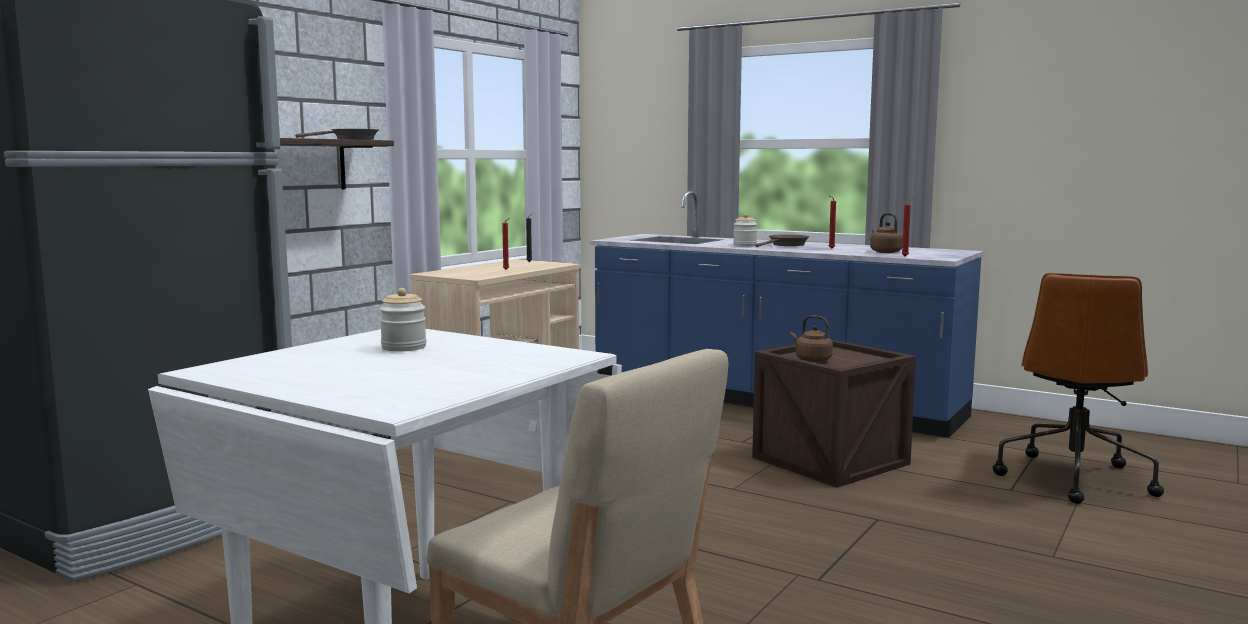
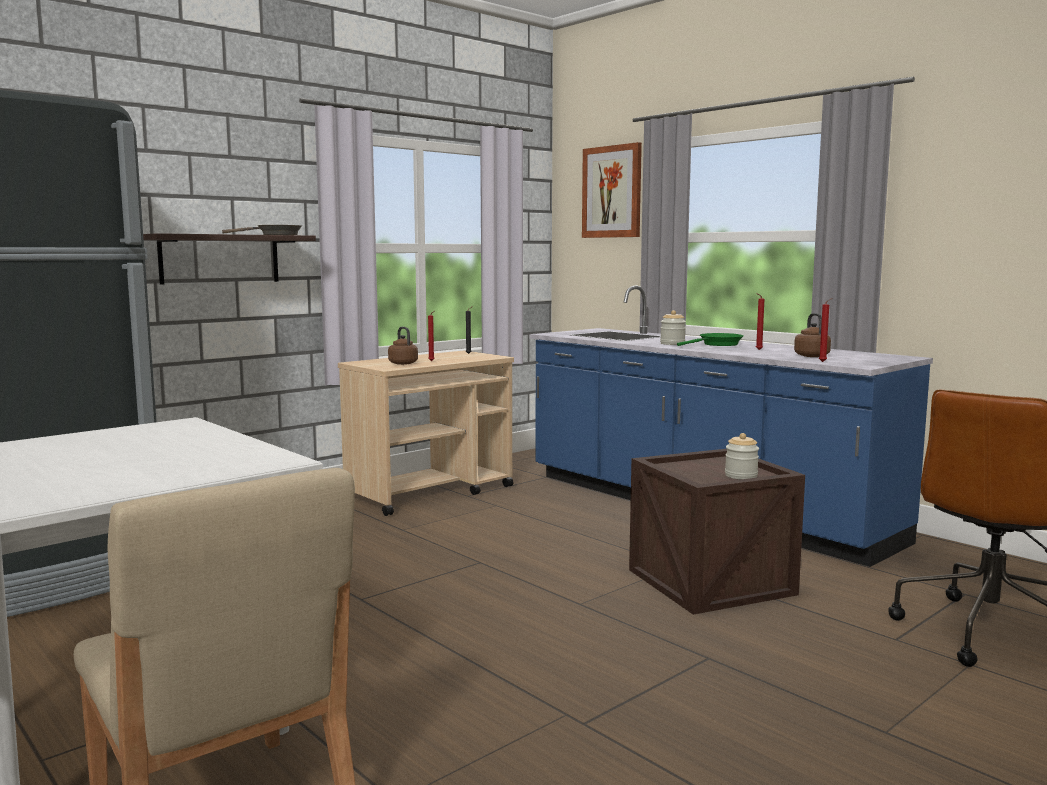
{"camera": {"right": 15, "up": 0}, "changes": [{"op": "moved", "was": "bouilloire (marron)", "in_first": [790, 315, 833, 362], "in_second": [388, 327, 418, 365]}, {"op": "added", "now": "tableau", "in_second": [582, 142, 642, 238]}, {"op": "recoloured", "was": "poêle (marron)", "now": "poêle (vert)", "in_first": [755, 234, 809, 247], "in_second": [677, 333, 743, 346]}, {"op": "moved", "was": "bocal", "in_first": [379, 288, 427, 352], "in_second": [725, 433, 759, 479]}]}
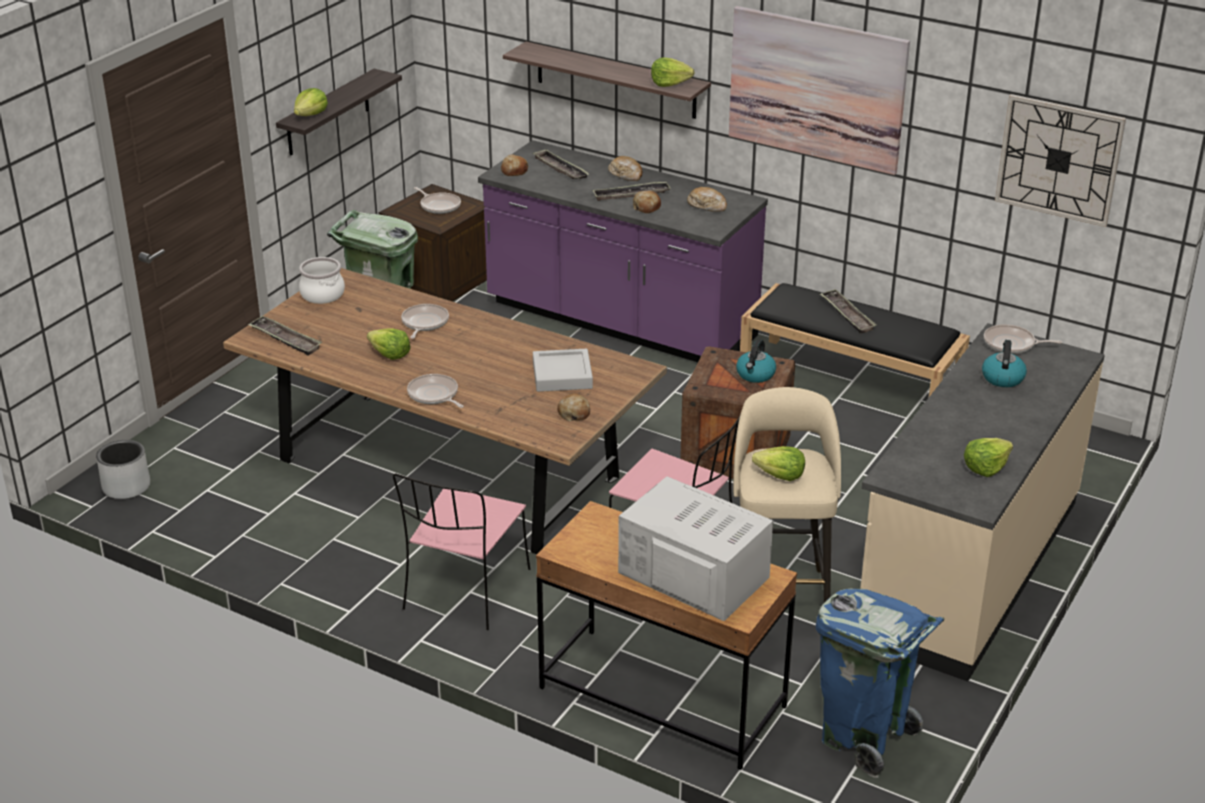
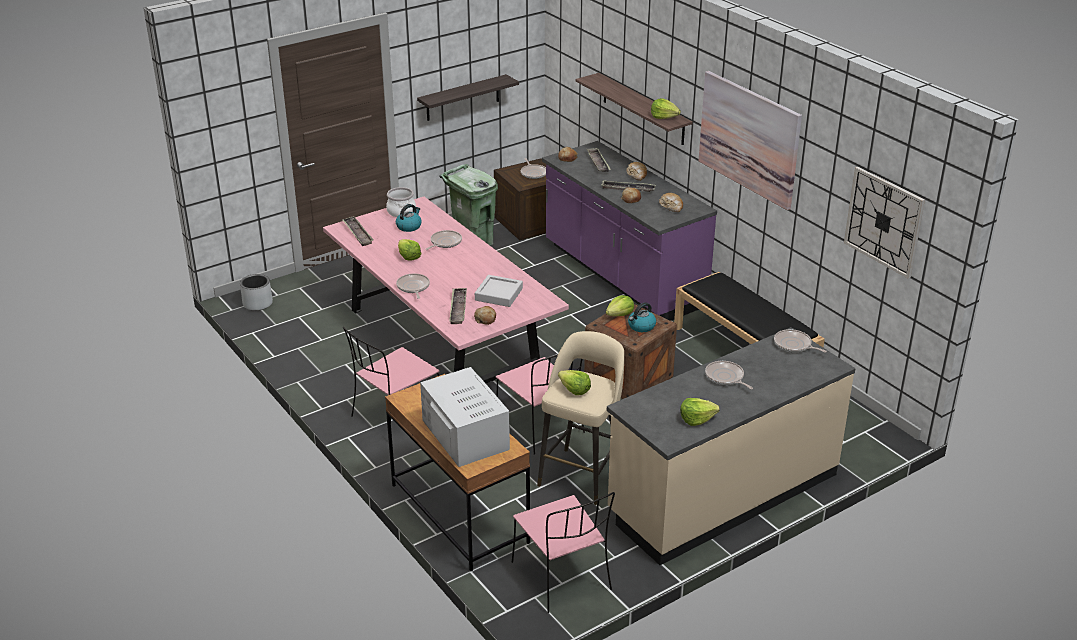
{"camera": {"right": 25, "up": 0}, "changes": [{"op": "recoloured", "was": "table à manger (marron)", "now": "table à manger (rose)", "in_first": [223, 268, 667, 555], "in_second": [323, 197, 569, 383]}, {"op": "moved", "was": "bouilloire", "in_first": [982, 340, 1027, 387], "in_second": [396, 204, 422, 232]}, {"op": "moved", "was": "plateau", "in_first": [820, 289, 876, 334], "in_second": [449, 288, 467, 324]}, {"op": "replaced", "was": "poubelle (bleu)", "now": "chaise (rose)", "in_first": [816, 588, 944, 778], "in_second": [512, 492, 615, 613]}, {"op": "moved", "was": "laitue", "in_first": [294, 88, 328, 116], "in_second": [606, 295, 634, 316]}, {"op": "added", "now": "poêle", "in_second": [705, 361, 753, 389]}]}
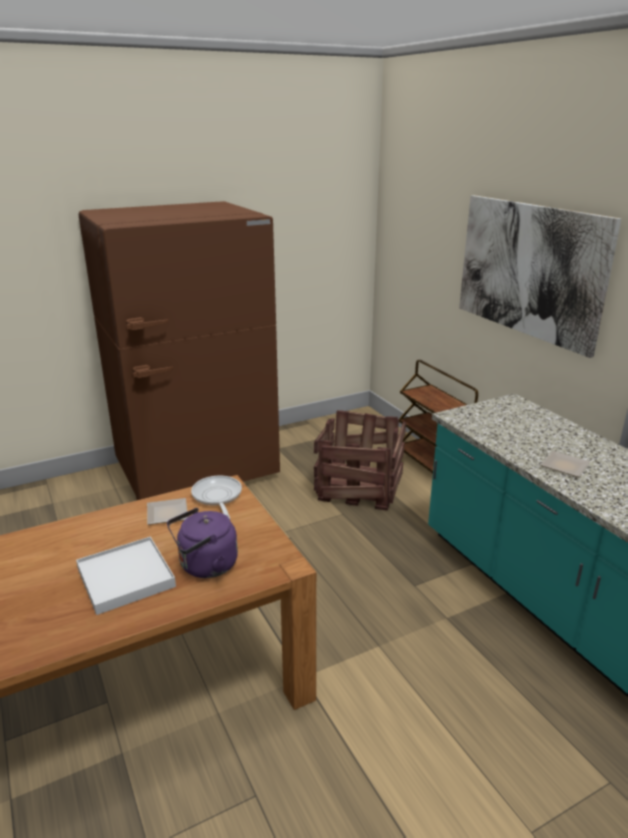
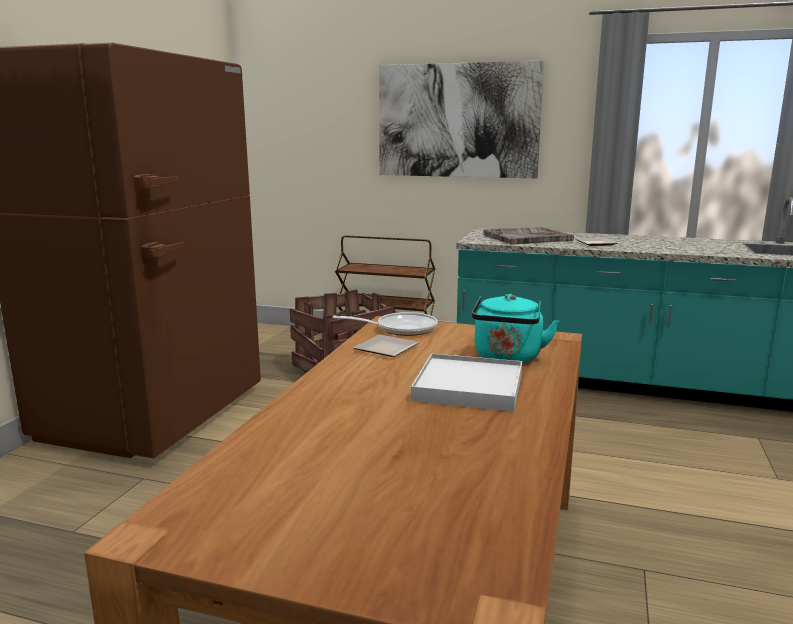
{"camera": {"right": -45, "up": -10}, "changes": [{"op": "turned", "was": "poêle", "in_first": [191, 476, 242, 519], "in_second": [333, 312, 438, 336], "clockwise": 150}, {"op": "recoloured", "was": "bouilloire (violet)", "now": "bouilloire (turquoise)", "in_first": [167, 508, 238, 578], "in_second": [471, 294, 559, 363]}, {"op": "added", "now": "plateau (gris)", "in_second": [483, 227, 574, 245]}]}
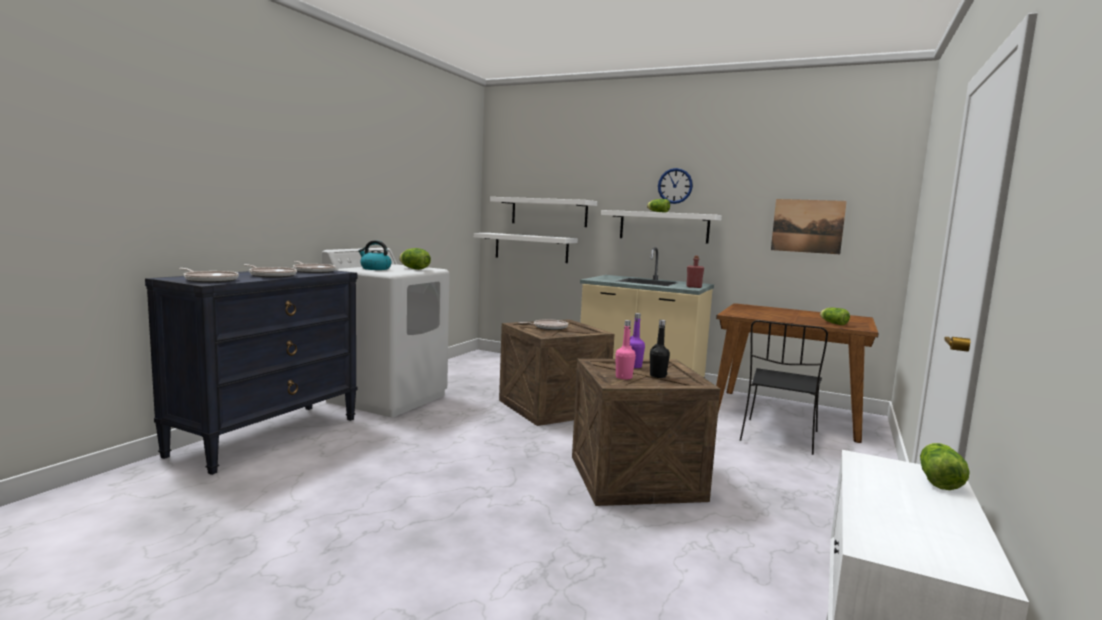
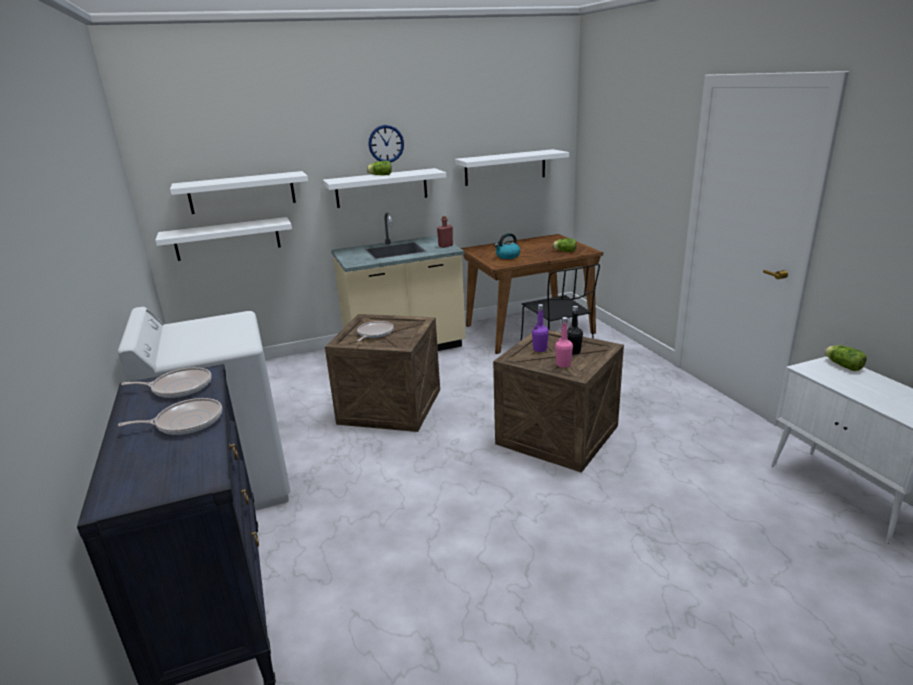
{"camera": {"right": -45, "up": 15}, "changes": [{"op": "replaced", "was": "tableau", "now": "étagère (blanc)", "in_first": [771, 199, 847, 254], "in_second": [455, 149, 569, 186]}, {"op": "moved", "was": "bouilloire", "in_first": [358, 241, 392, 270], "in_second": [494, 233, 520, 259]}, {"op": "removed", "was": "poêle", "in_first": [179, 268, 239, 283]}, {"op": "removed", "was": "laitue", "in_first": [399, 248, 431, 270]}]}
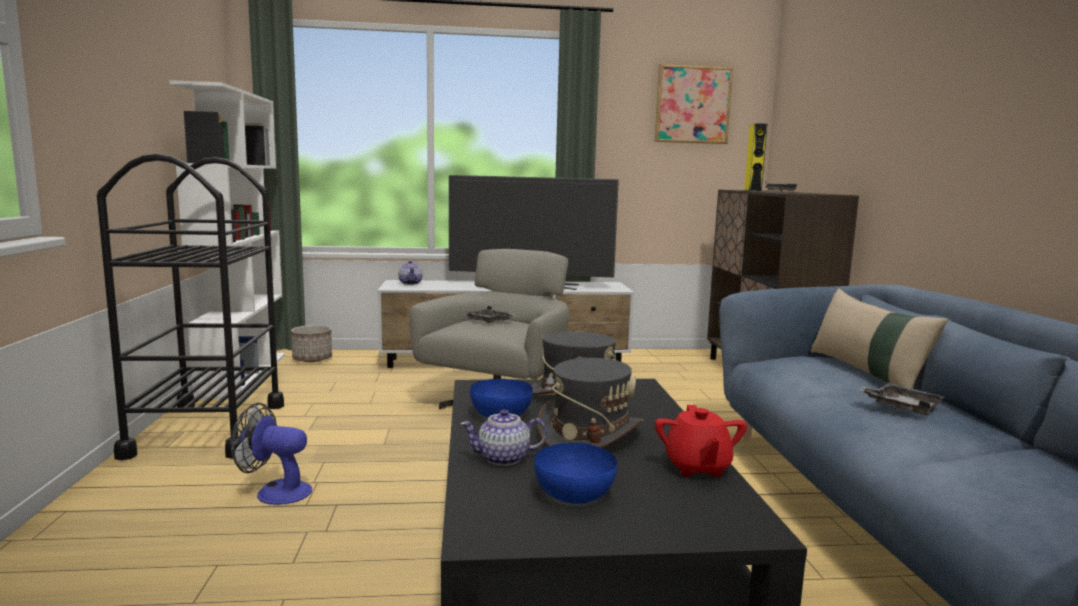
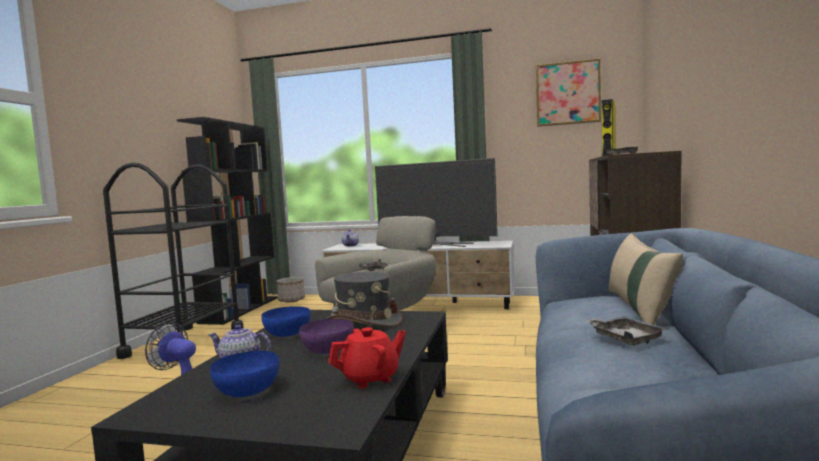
{"camera": {"right": 20, "up": -5}, "changes": [{"op": "recoloured", "was": "bibliothèque (blanc)", "now": "bibliothèque (noir)", "in_first": [170, 80, 285, 399], "in_second": [177, 117, 278, 325]}, {"op": "replaced", "was": "chapeau (gris)", "now": "bol (violet)", "in_first": [537, 358, 644, 448], "in_second": [299, 319, 354, 354]}, {"op": "turned", "was": "théière (rouge)", "in_first": [655, 405, 747, 477], "in_second": [328, 327, 406, 389], "clockwise": -135}]}
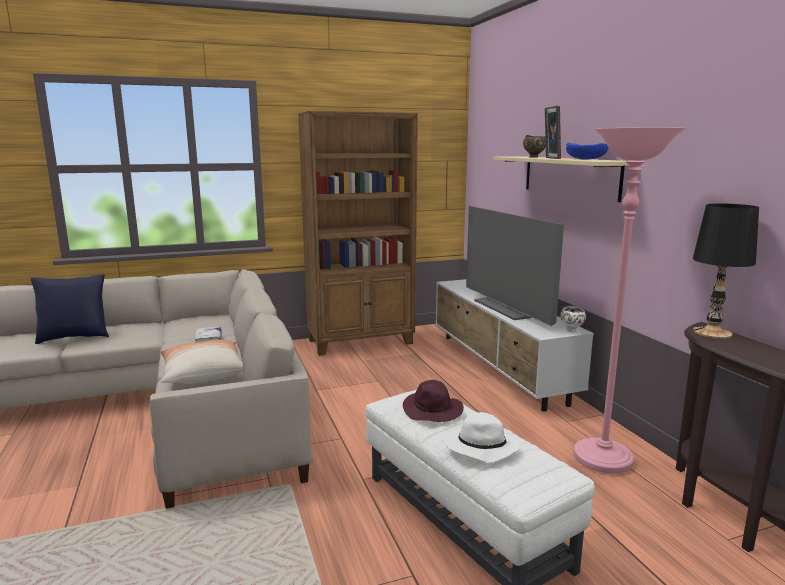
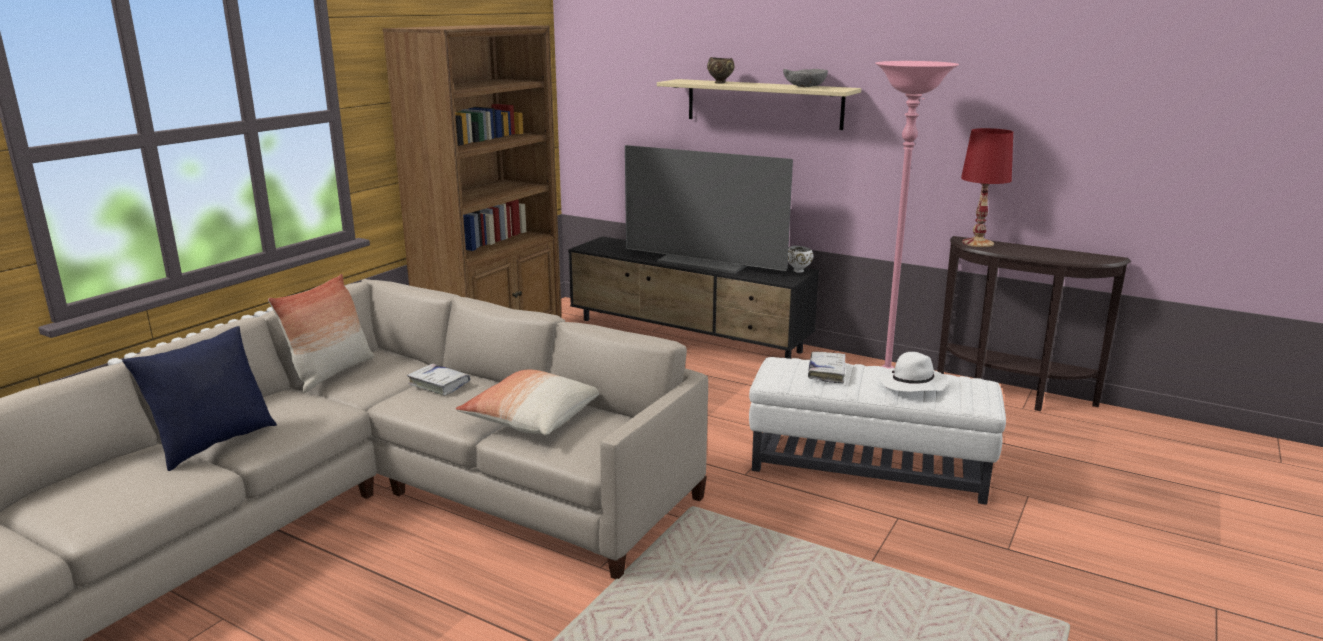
{"camera": {"right": -40, "up": 5}, "changes": [{"op": "added", "now": "coussin", "in_second": [268, 274, 374, 393]}, {"op": "recoloured", "was": "meuble télé (blanc)", "now": "meuble télé (noir)", "in_first": [435, 279, 594, 411], "in_second": [568, 236, 819, 359]}, {"op": "recoloured", "was": "bol (bleu)", "now": "bol (gris)", "in_first": [566, 143, 609, 160], "in_second": [783, 69, 828, 87]}, {"op": "replaced", "was": "chapeau (violet)", "now": "livre (blanc)", "in_first": [403, 380, 464, 422], "in_second": [808, 352, 845, 384]}, {"op": "recoloured", "was": "lampe de table (noir)", "now": "lampe de table (rouge)", "in_first": [693, 203, 759, 339], "in_second": [961, 128, 1013, 247]}, {"op": "removed", "was": "cadre photo", "in_first": [545, 106, 561, 159]}]}
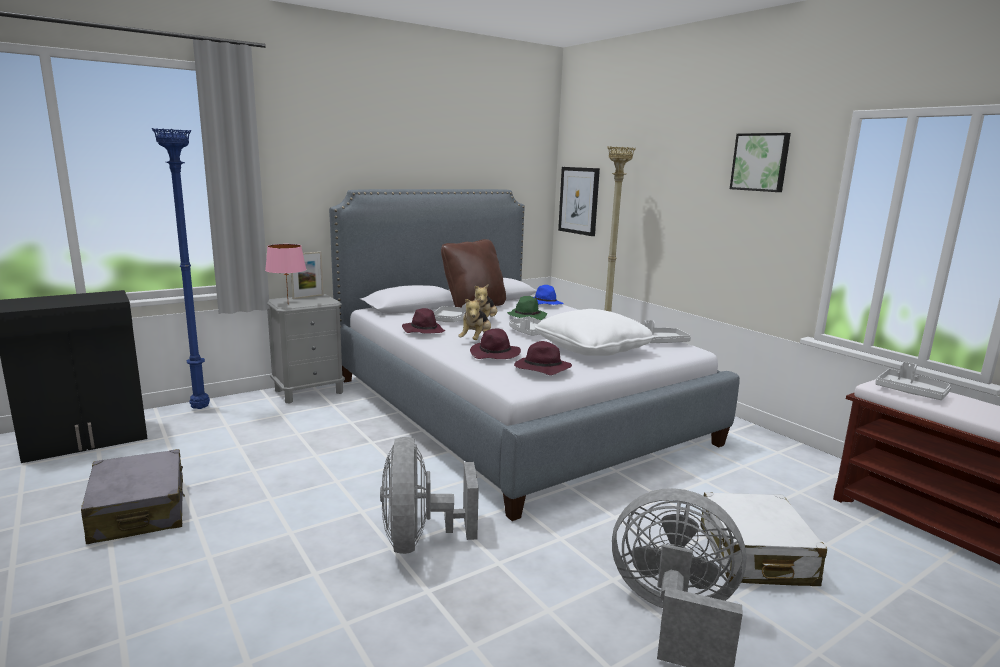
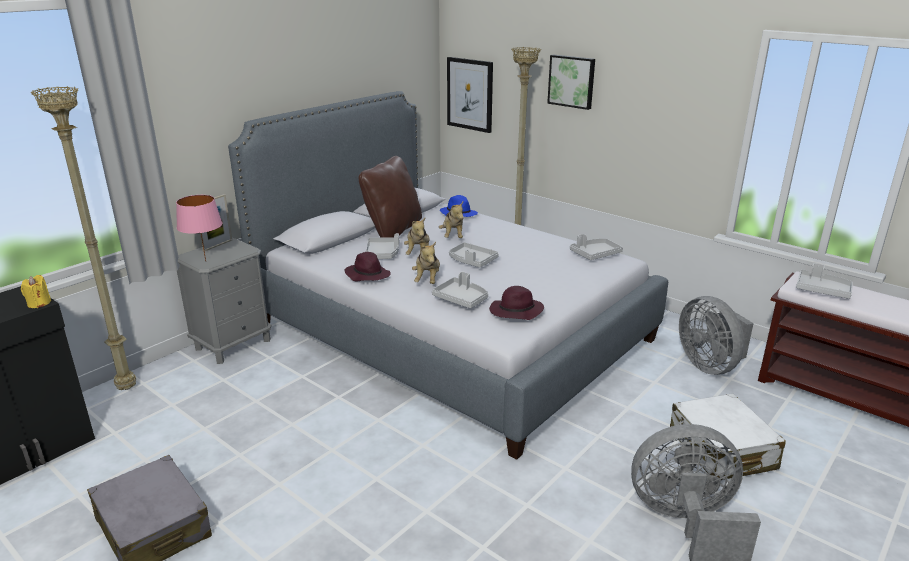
{"camera": {"right": -15, "up": 10}, "changes": [{"op": "added", "now": "bougie (jaune)", "in_second": [21, 275, 51, 308]}, {"op": "recoloured", "was": "lampadaire (bleu)", "now": "lampadaire (beige)", "in_first": [152, 128, 210, 409], "in_second": [31, 86, 136, 390]}, {"op": "replaced", "was": "chapeau (violet)", "now": "plateau (gris)", "in_first": [470, 329, 521, 359], "in_second": [432, 271, 488, 308]}, {"op": "replaced", "was": "chapeau (vert)", "now": "peluche", "in_first": [507, 296, 547, 320], "in_second": [439, 202, 464, 238]}, {"op": "moved", "was": "tableau", "in_first": [730, 133, 791, 192], "in_second": [547, 54, 595, 110]}, {"op": "moved", "was": "ventilateur (gris)", "in_first": [380, 437, 479, 554], "in_second": [679, 296, 754, 375]}, {"op": "removed", "was": "coussin (blanc)", "in_first": [535, 309, 654, 356]}]}
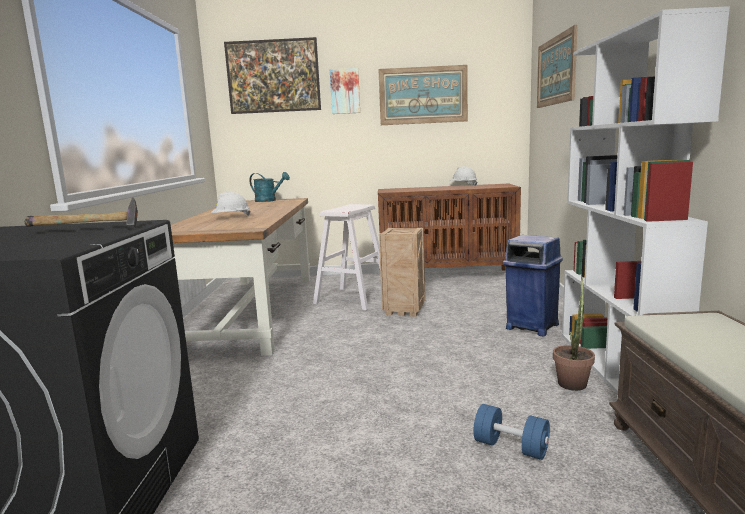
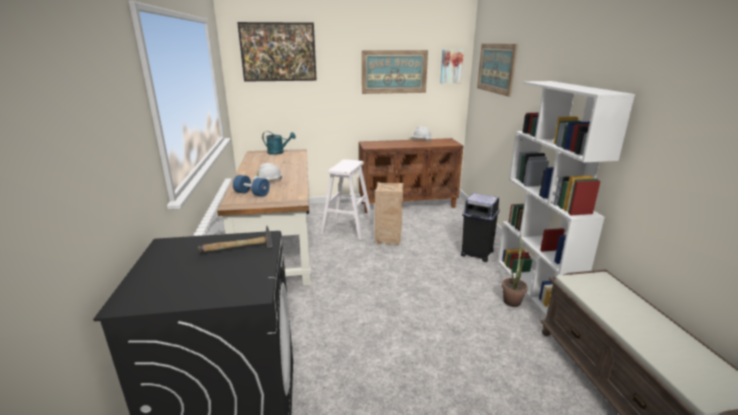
{"camera": {"right": -10, "up": 10}, "changes": [{"op": "moved", "was": "haltère (bleu)", "in_first": [473, 404, 550, 460], "in_second": [233, 175, 270, 197]}, {"op": "moved", "was": "tableau", "in_first": [330, 68, 360, 114], "in_second": [440, 49, 464, 83]}, {"op": "recoloured", "was": "poubelle (bleu)", "now": "poubelle (noir)", "in_first": [503, 235, 563, 336], "in_second": [461, 193, 500, 262]}]}
